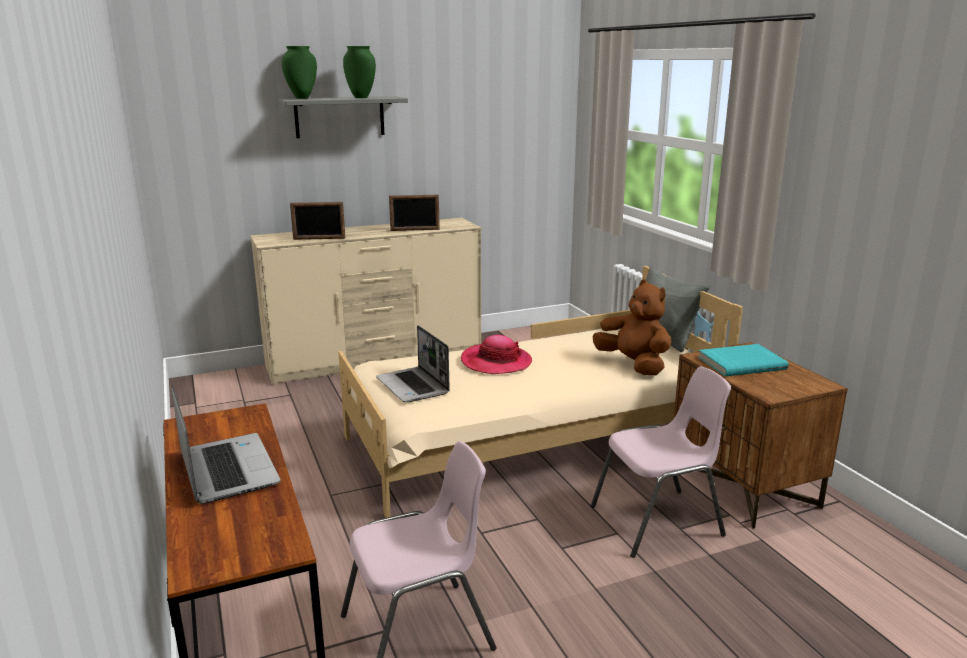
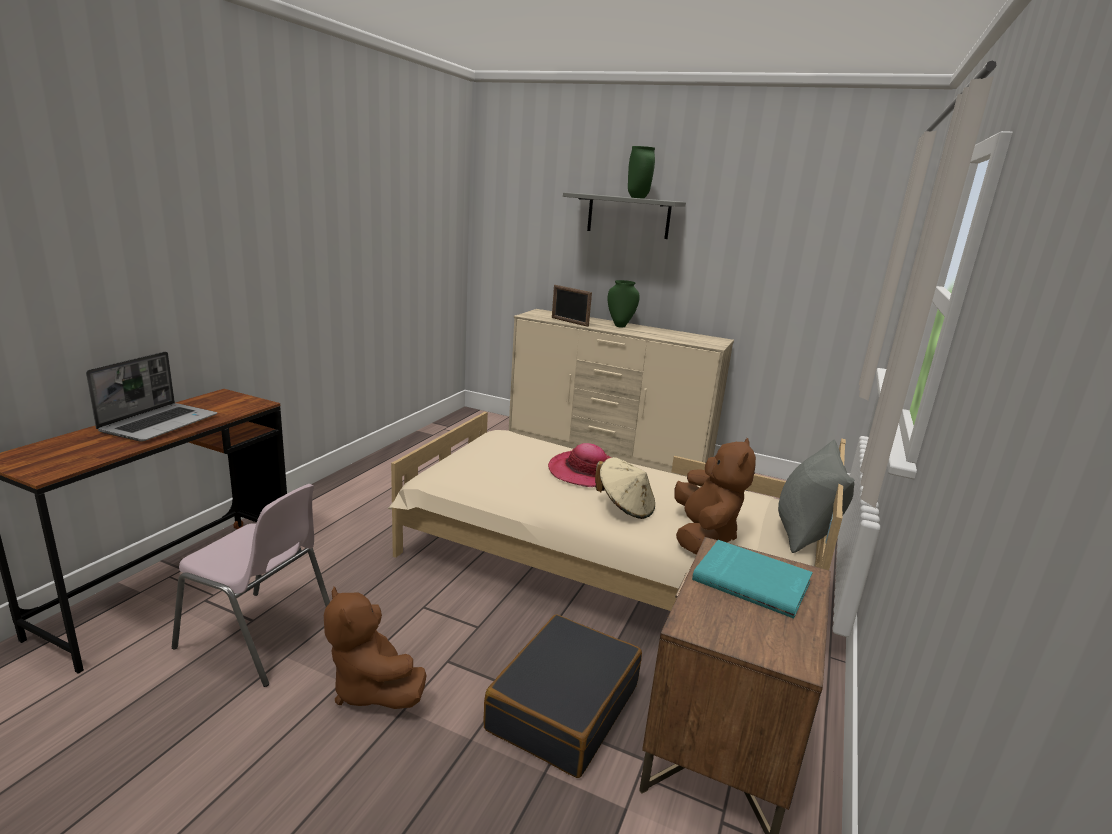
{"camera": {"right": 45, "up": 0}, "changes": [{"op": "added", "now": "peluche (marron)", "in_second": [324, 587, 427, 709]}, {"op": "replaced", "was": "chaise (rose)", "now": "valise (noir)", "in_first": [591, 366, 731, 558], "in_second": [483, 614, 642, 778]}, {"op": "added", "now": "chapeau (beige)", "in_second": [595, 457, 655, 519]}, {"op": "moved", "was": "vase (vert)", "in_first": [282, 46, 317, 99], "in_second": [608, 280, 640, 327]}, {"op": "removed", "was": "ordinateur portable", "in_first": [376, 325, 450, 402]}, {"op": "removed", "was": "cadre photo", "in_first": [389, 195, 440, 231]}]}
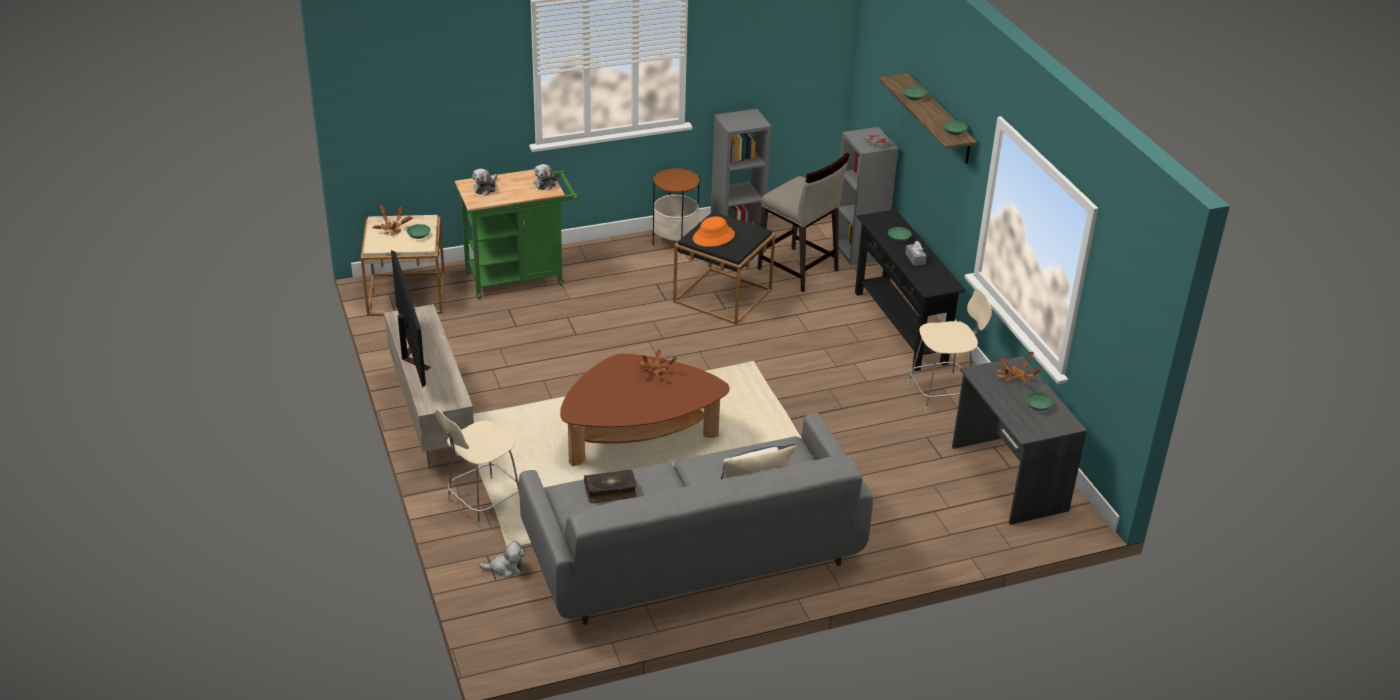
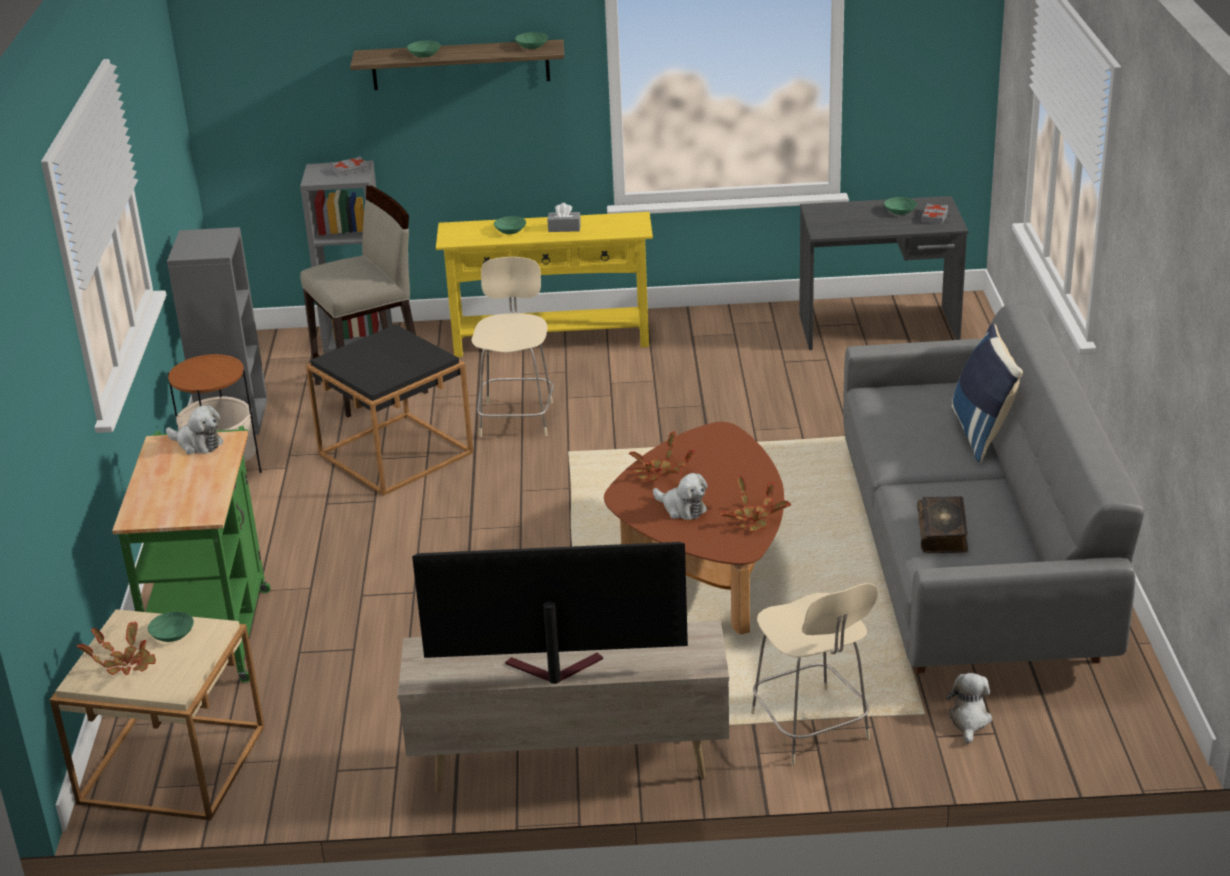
{"camera": {"right": -70, "up": -5}, "changes": [{"op": "recoloured", "was": "table console (noir)", "now": "table console (jaune)", "in_first": [855, 209, 966, 371], "in_second": [436, 212, 653, 357]}, {"op": "moved", "was": "tabouret (beige)", "in_first": [908, 289, 992, 413], "in_second": [471, 257, 554, 437]}, {"op": "moved", "was": "peluche", "in_first": [473, 169, 497, 196], "in_second": [653, 473, 708, 520]}, {"op": "moved", "was": "plante en pot", "in_first": [996, 352, 1042, 382], "in_second": [720, 475, 791, 532]}, {"op": "added", "now": "livre (gris)", "in_second": [921, 203, 948, 224]}, {"op": "removed", "was": "chapeau (orange)", "in_first": [693, 216, 735, 247]}]}
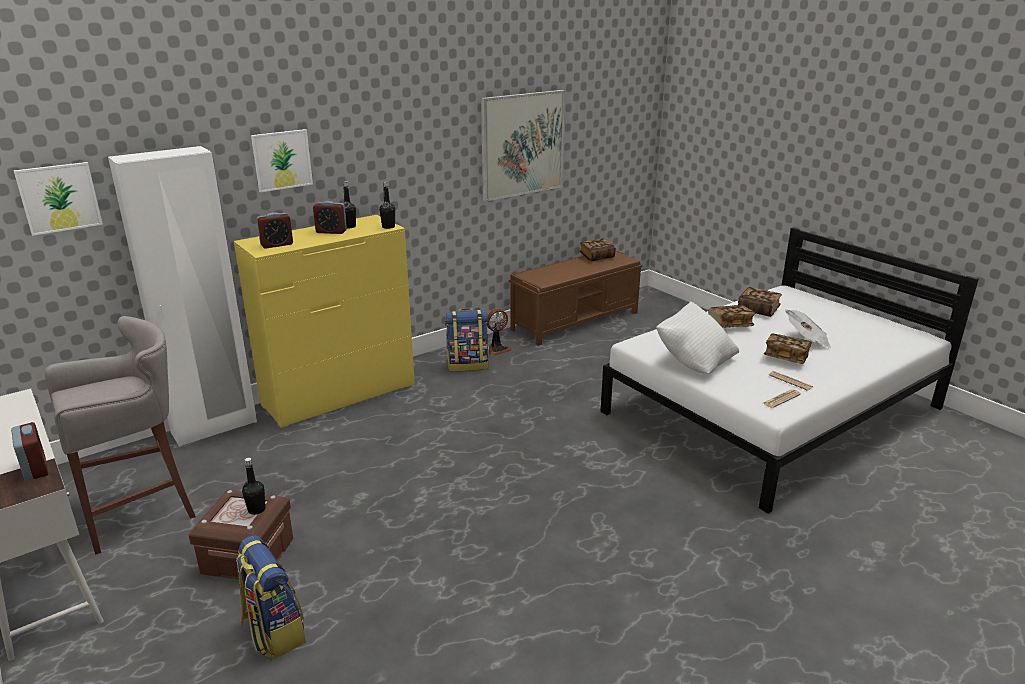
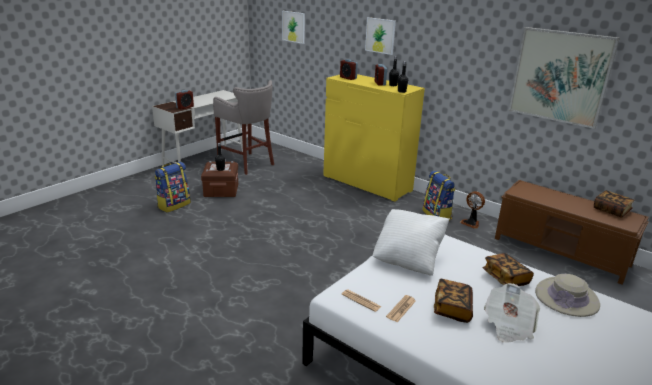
{"camera": {"right": 75, "up": 0}, "changes": [{"op": "replaced", "was": "livre", "now": "chapeau (beige)", "in_first": [738, 287, 782, 317], "in_second": [535, 274, 600, 317]}, {"op": "removed", "was": "armoire (blanc)", "in_first": [108, 146, 257, 447]}]}
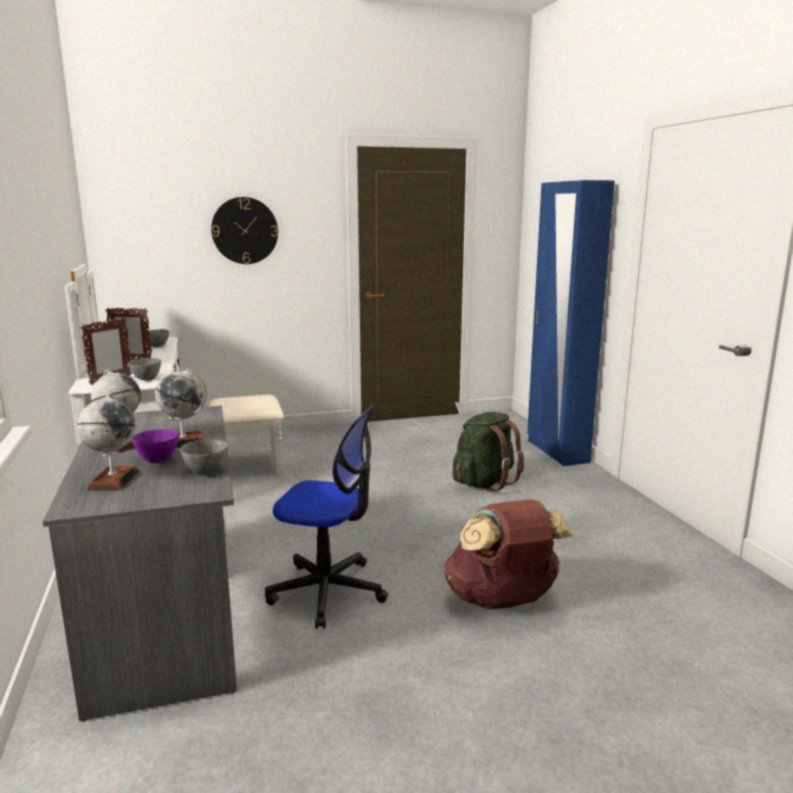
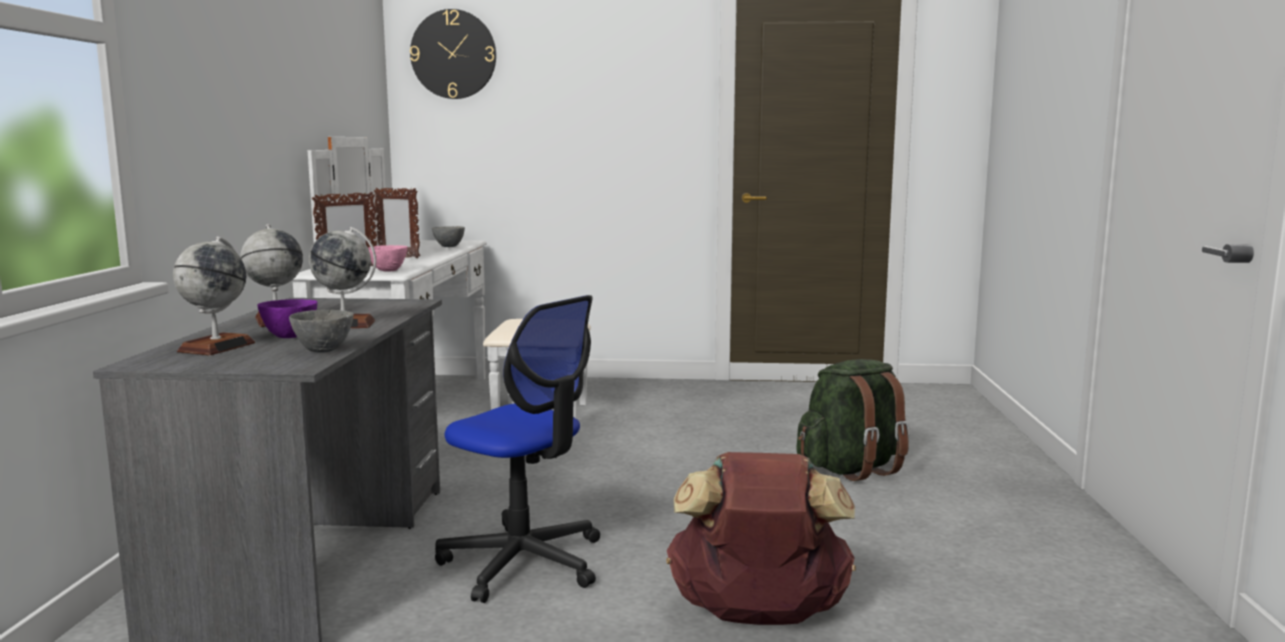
{"camera": {"right": 20, "up": -5}, "changes": [{"op": "recoloured", "was": "bol (gris)", "now": "bol (rose)", "in_first": [128, 358, 161, 381], "in_second": [368, 245, 408, 272]}, {"op": "moved", "was": "horloge murale", "in_first": [211, 197, 278, 264], "in_second": [410, 9, 496, 99]}, {"op": "removed", "was": "armoire (bleu)", "in_first": [527, 180, 615, 466]}]}
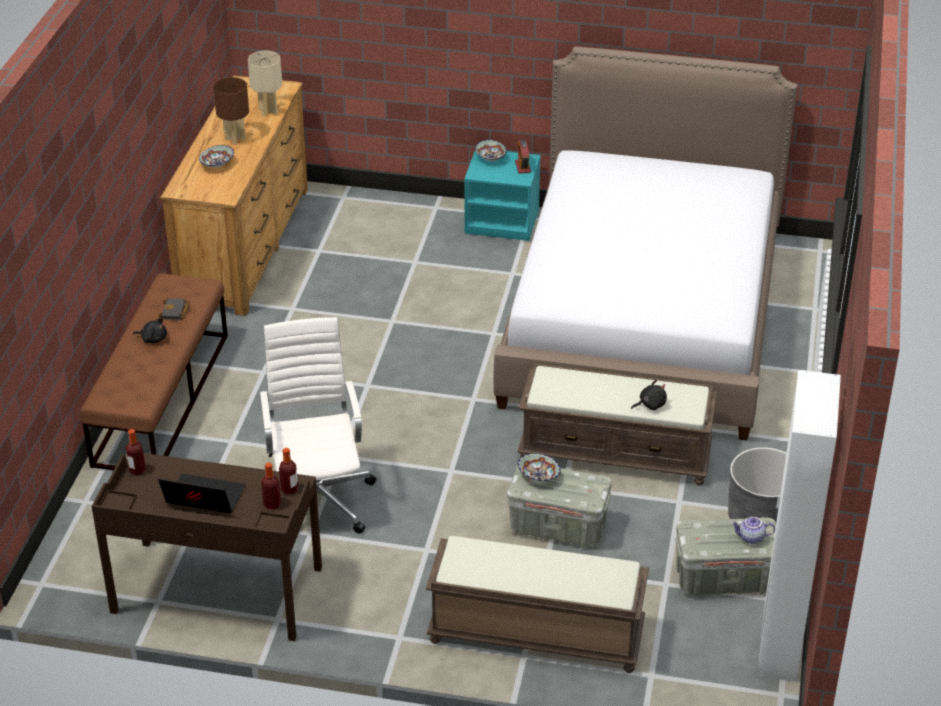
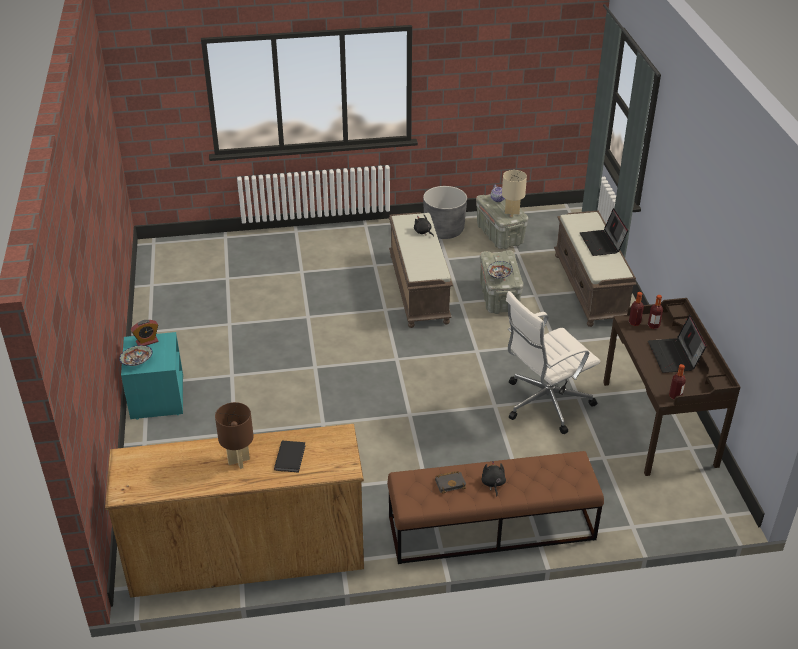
{"camera": {"right": -110, "up": 0}, "changes": [{"op": "replaced", "was": "bol", "now": "livre (noir)", "in_first": [199, 145, 234, 168], "in_second": [274, 441, 306, 473]}, {"op": "moved", "was": "lampe de table (beige)", "in_first": [248, 51, 282, 116], "in_second": [502, 170, 527, 217]}, {"op": "added", "now": "ordinateur portable", "in_second": [580, 208, 628, 256]}, {"op": "removed", "was": "lit", "in_first": [494, 46, 798, 441]}, {"op": "removed", "was": "armoire (blanc)", "in_first": [758, 370, 841, 682]}]}
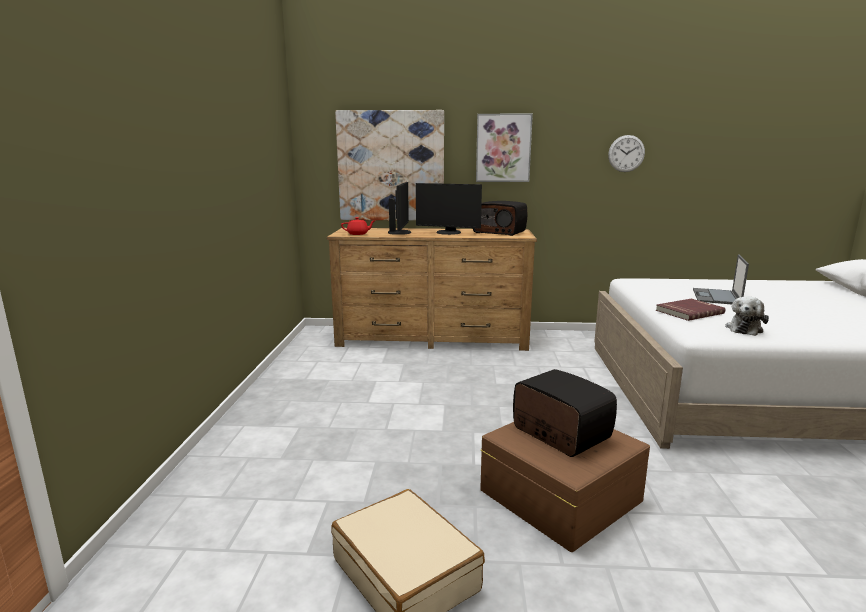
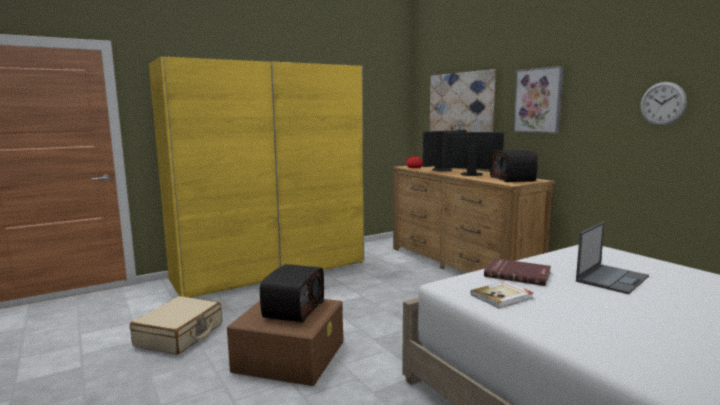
{"camera": {"right": 55, "up": -5}, "changes": [{"op": "added", "now": "armoire (jaune)", "in_second": [149, 57, 364, 298]}, {"op": "turned", "was": "écran d'ordinateur", "in_first": [416, 183, 482, 235], "in_second": [442, 132, 504, 176], "clockwise": 120}, {"op": "replaced", "was": "peluche", "now": "livre", "in_first": [725, 296, 769, 336], "in_second": [471, 281, 534, 308]}, {"op": "turned", "was": "ordinateur portable", "in_first": [693, 254, 749, 305], "in_second": [576, 222, 649, 294], "clockwise": 150}]}
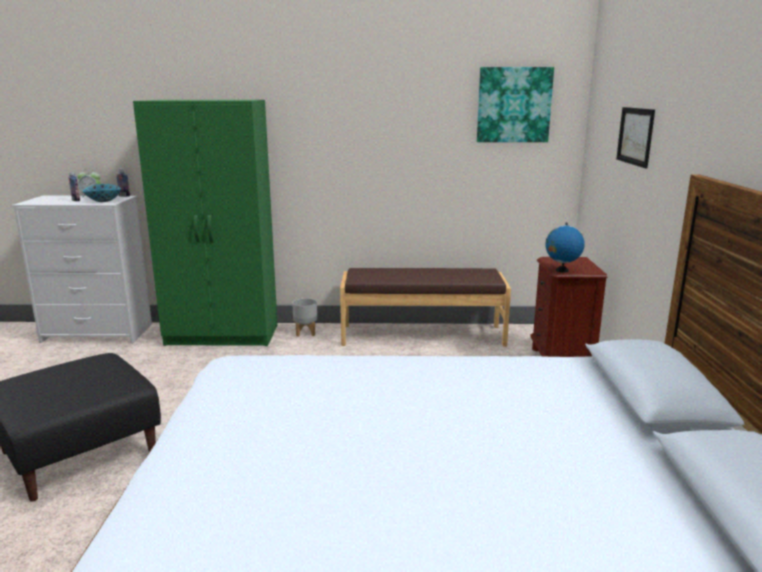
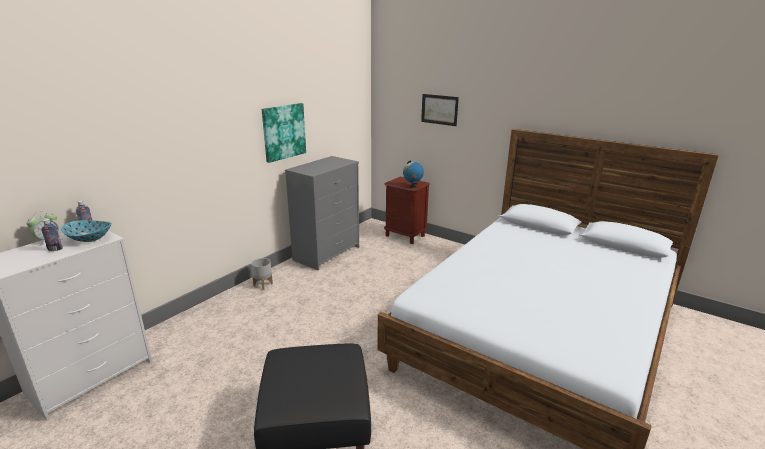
{"camera": {"right": -55, "up": 5}, "changes": [{"op": "moved", "was": "tableau", "in_first": [477, 67, 554, 142], "in_second": [262, 103, 306, 163]}, {"op": "replaced", "was": "banc (marron)", "now": "commode (gris)", "in_first": [340, 268, 511, 347], "in_second": [285, 156, 359, 270]}, {"op": "removed", "was": "armoire (vert)", "in_first": [133, 100, 278, 346]}]}
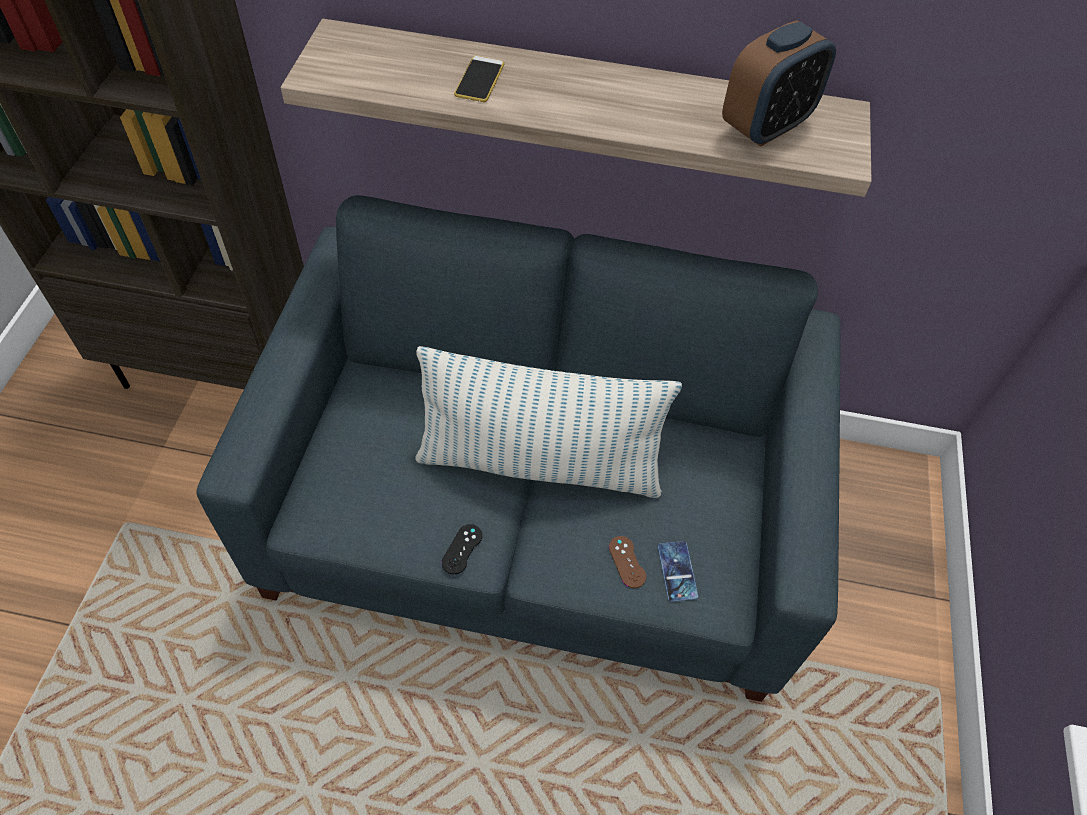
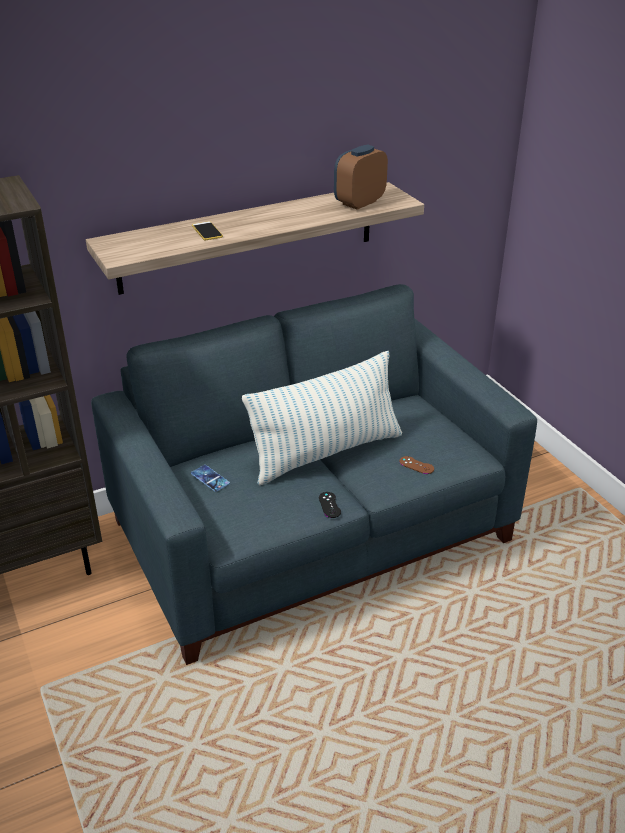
{"camera": {"right": -35, "up": -20}, "changes": [{"op": "moved", "was": "téléphone", "in_first": [658, 541, 698, 602], "in_second": [191, 465, 230, 492]}, {"op": "turned", "was": "réveil", "in_first": [722, 21, 836, 147], "in_second": [334, 145, 388, 210], "clockwise": -150}]}
